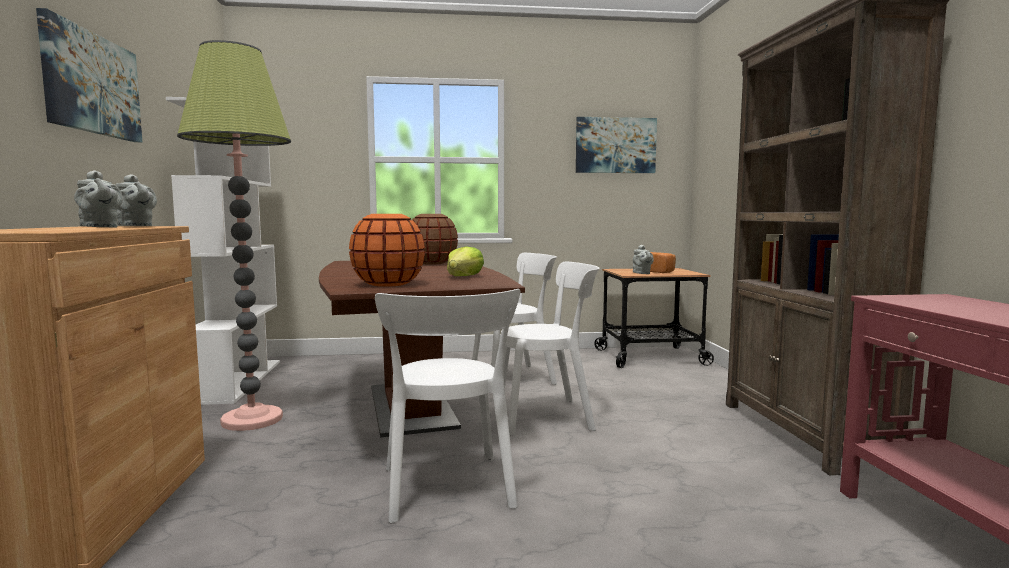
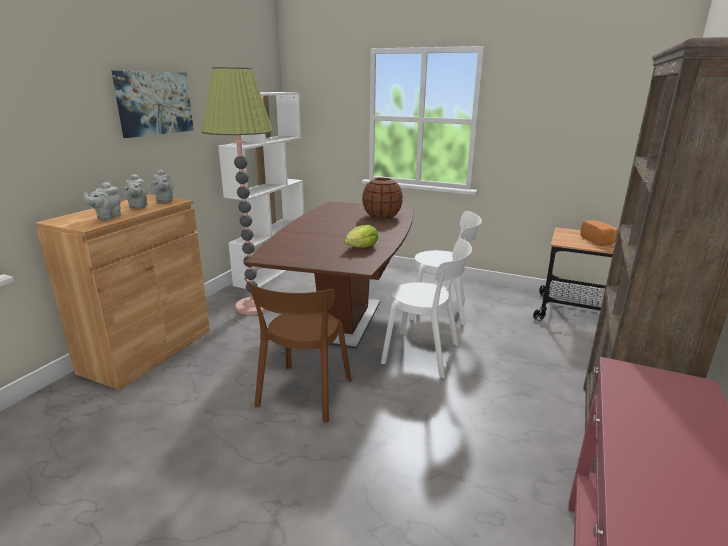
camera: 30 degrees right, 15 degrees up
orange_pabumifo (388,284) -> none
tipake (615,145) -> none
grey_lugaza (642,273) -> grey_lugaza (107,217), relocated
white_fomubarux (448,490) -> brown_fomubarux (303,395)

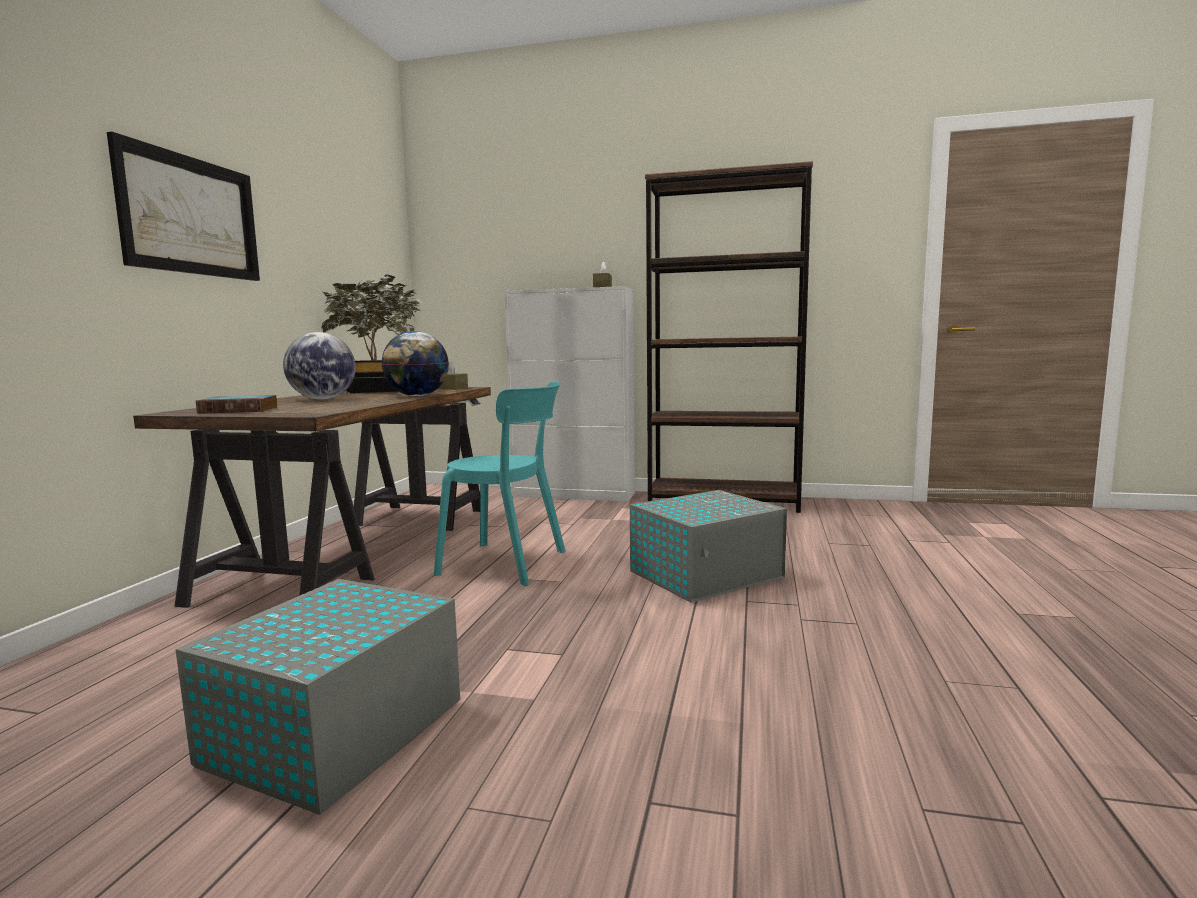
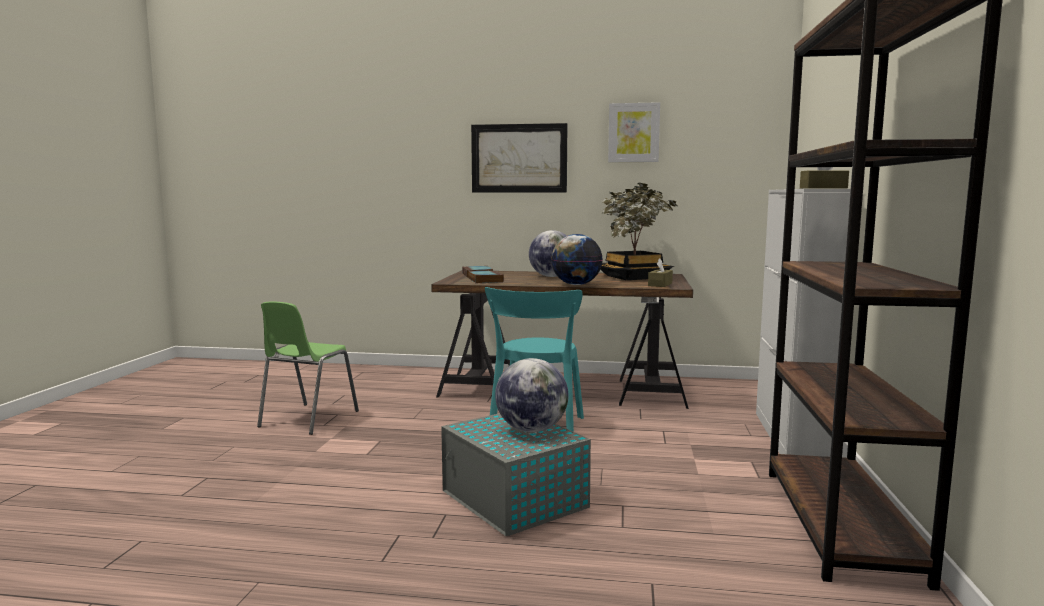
camera: 85 degrees right, 0 degrees up
none -> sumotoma (485,280)
none -> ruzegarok (531,430)
none -> tipake (633,133)
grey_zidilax (332,733) -> green_fomubarux (307,419)

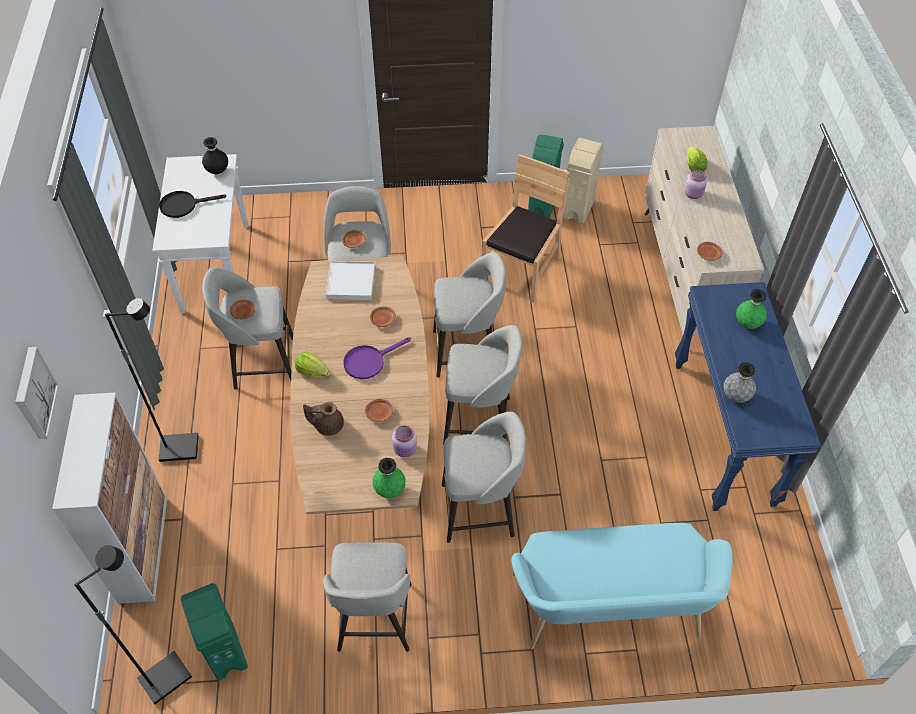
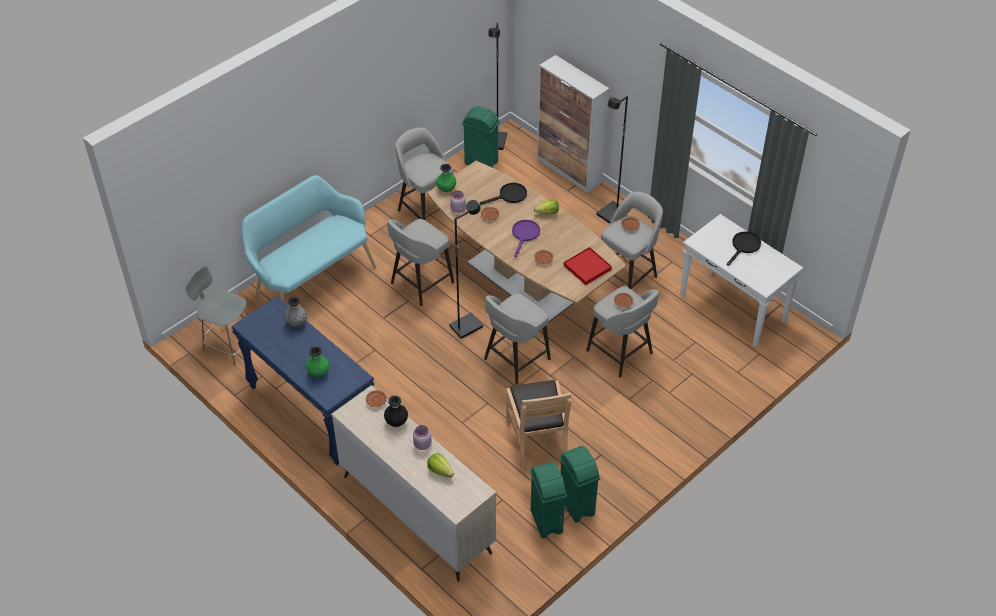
camera: 140 degrees right, 5 degrees down
tipake (33,393) -> none
none -> grey_fomubarux (228,344)
black_pabumifo (218,171) -> black_pabumifo (396,422), relocated
brown_lugaza (327,425) -> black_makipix (509,196)
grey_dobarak (480,421) -> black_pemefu (466,326)
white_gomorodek (350,282) -> red_gomorodek (587,267)
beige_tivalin (578,209) -> green_tivalin (546,522)

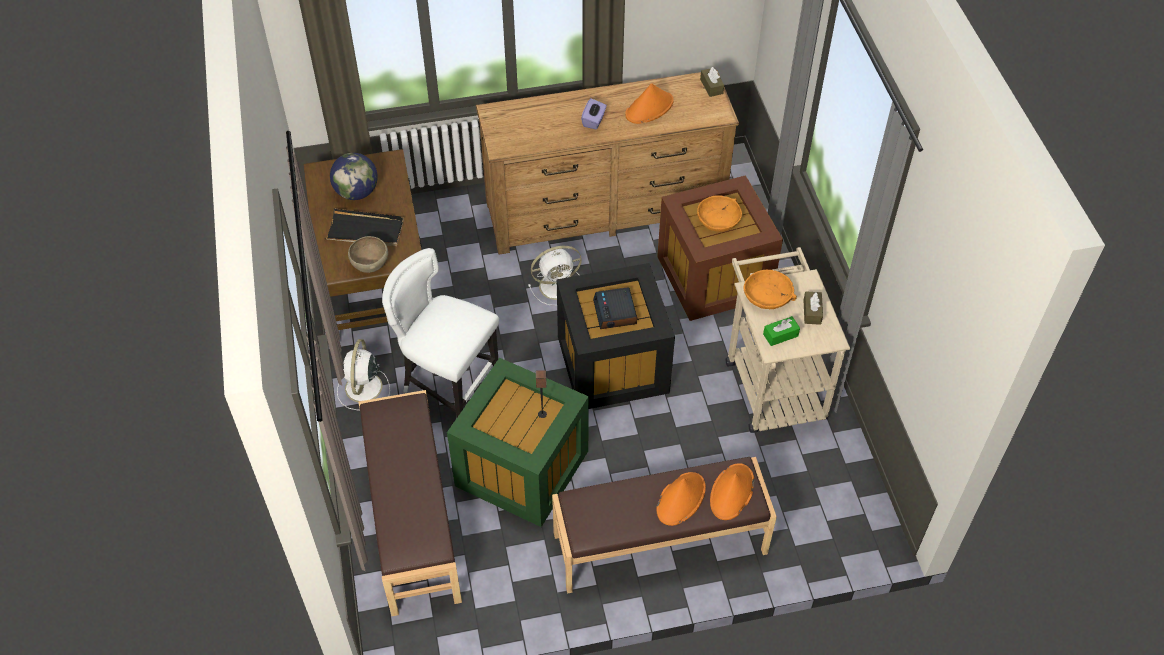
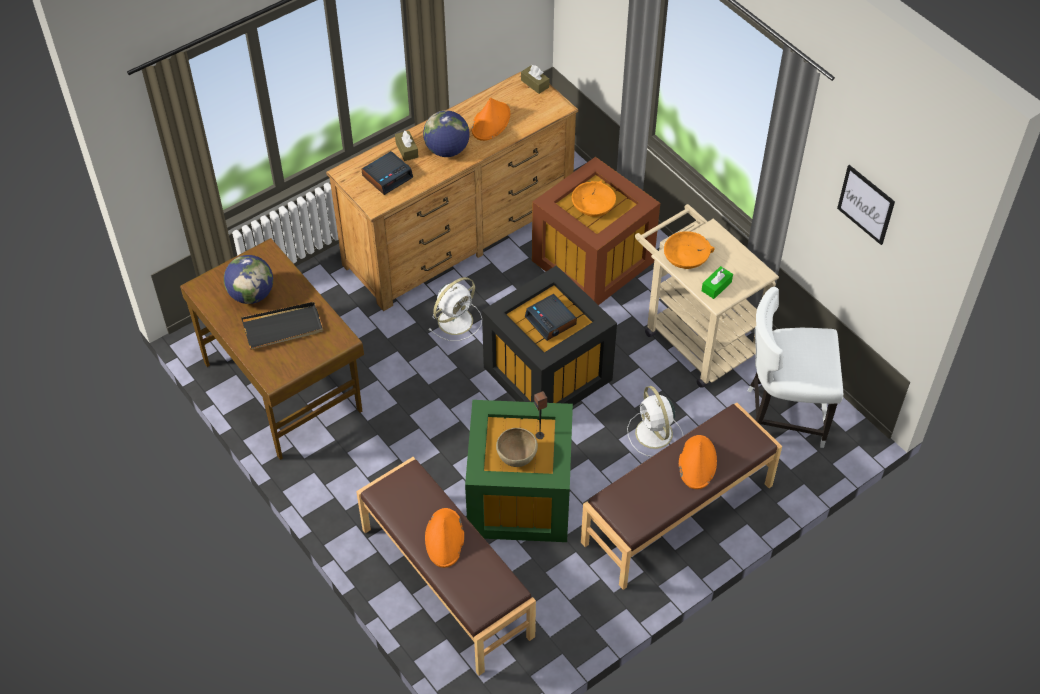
camera: 25 degrees left, 0 degrees up
none -> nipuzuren (387,176)
none -> tipake (866,204)
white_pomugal (363,389) -> white_pomugal (654,434), relocated
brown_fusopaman (370,266) -> brown_fusopaman (516,457), relocated
white_fomubarux (448,383) -> white_fomubarux (783,414), relocated
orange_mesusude (732,492) -> orange_mesusude (444,538), relocated
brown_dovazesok (812,312) -> brown_dovazesok (407,150), relocated
purple_dovazesok (594,121) -> ruzegarok (447,150)

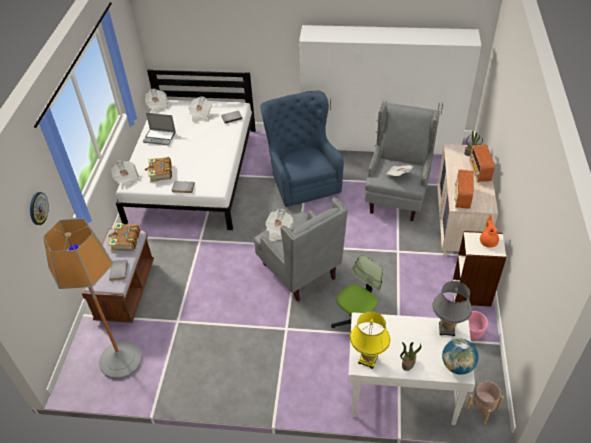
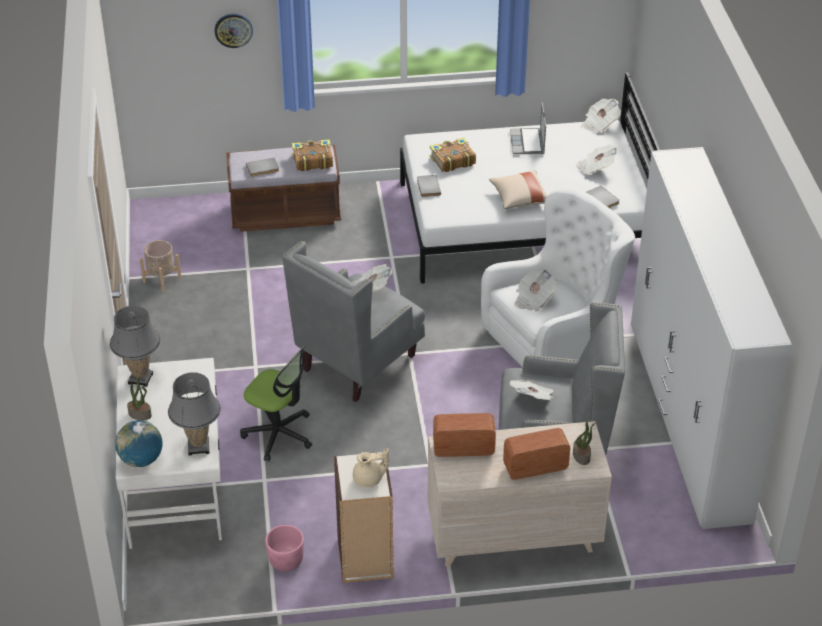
camera: 75 degrees right, 5 degrees down
pemefu (121,360) -> none
none -> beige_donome (519,198)
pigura (127,179) -> pigura (533,299), relocated
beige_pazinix (482,408) -> beige_pazinix (162,280), relocated
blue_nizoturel (302,179) -> white_nizoturel (555,336)
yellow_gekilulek (368,359) -> grey_gekilulek (141,378)
orange_lugaza (488,241) -> beige_lugaza (369,479)

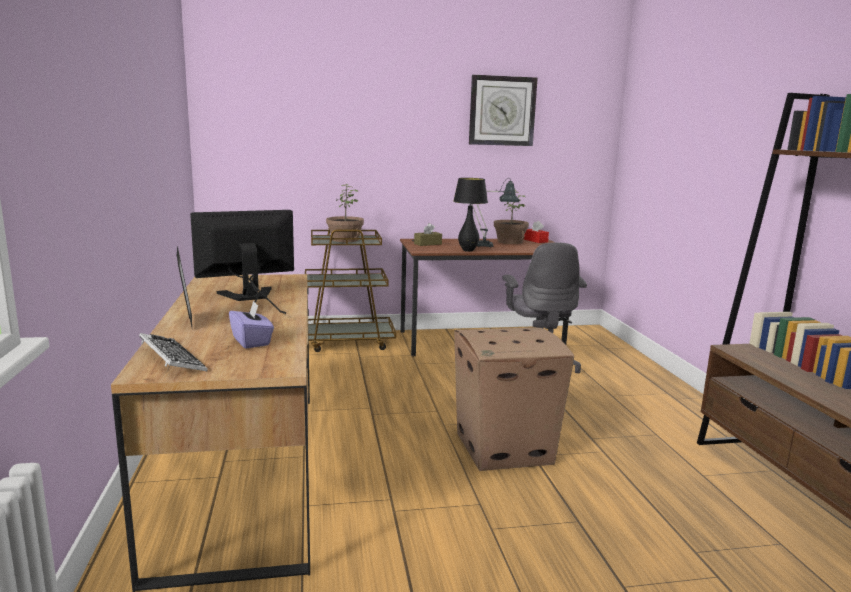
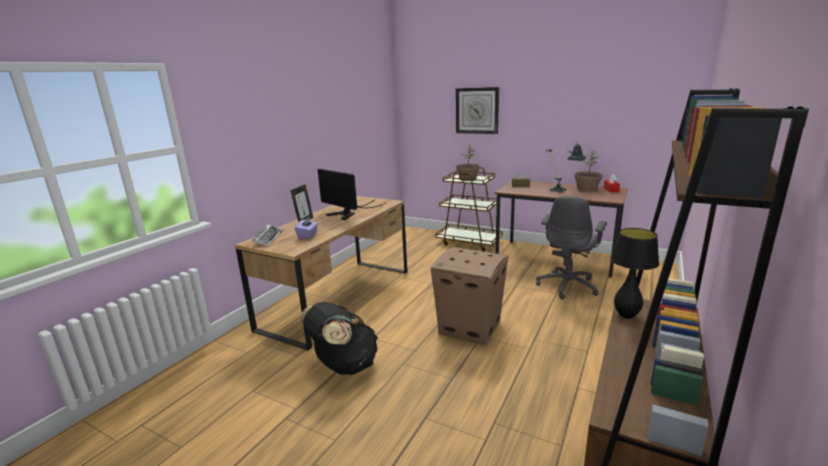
camera: 40 degrees right, 5 degrees up
none -> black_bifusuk (344,366)
black_gekilulek (468,250) -> black_gekilulek (626,315), relocated
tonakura (502,111) -> tonakura (477,110), relocated
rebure (251,299) -> rebure (349,213), 150 degrees counterclockwise

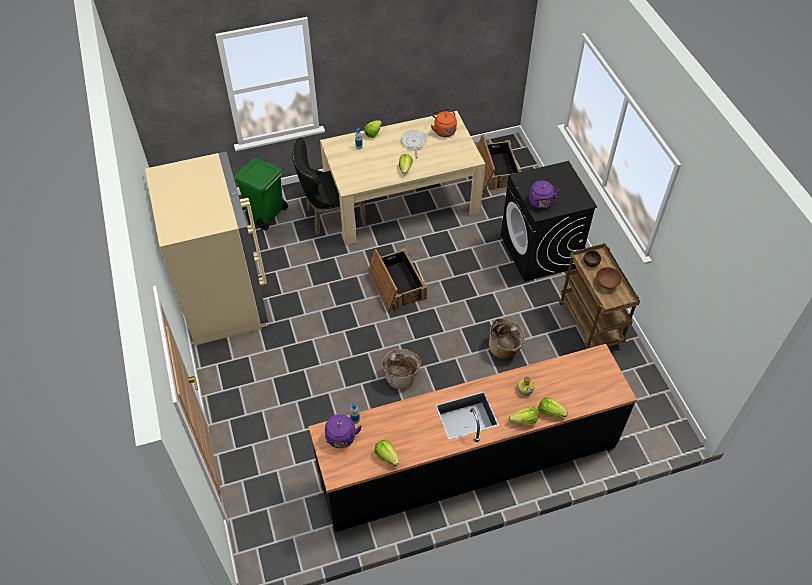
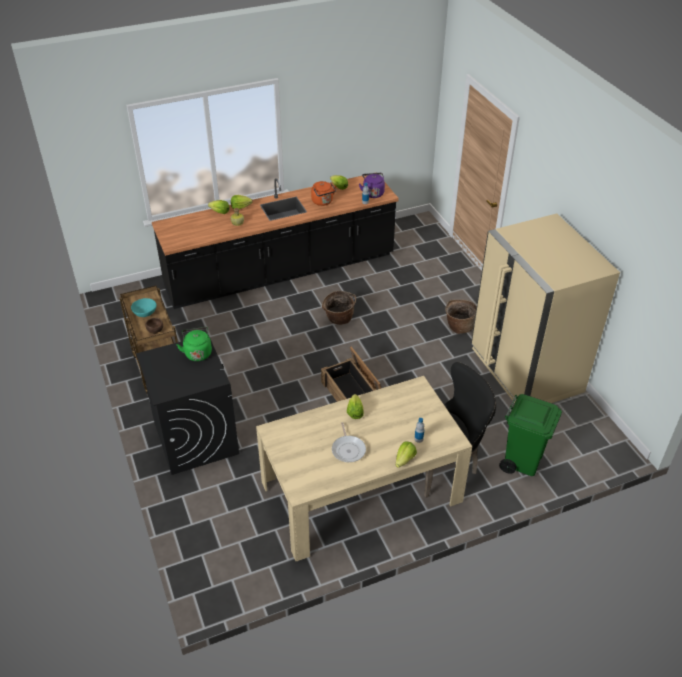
camera: 175 degrees right, 10 degrees down
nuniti (495,171) -> none
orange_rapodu (444,130) -> orange_rapodu (323,202), relocated
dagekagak (504,349) -> dagekagak (459,326), relocated
purple_rapodu (541,203) -> green_rapodu (197,352)
brown_fusopaman (607,283) -> turquoise_fusopaman (144,313)

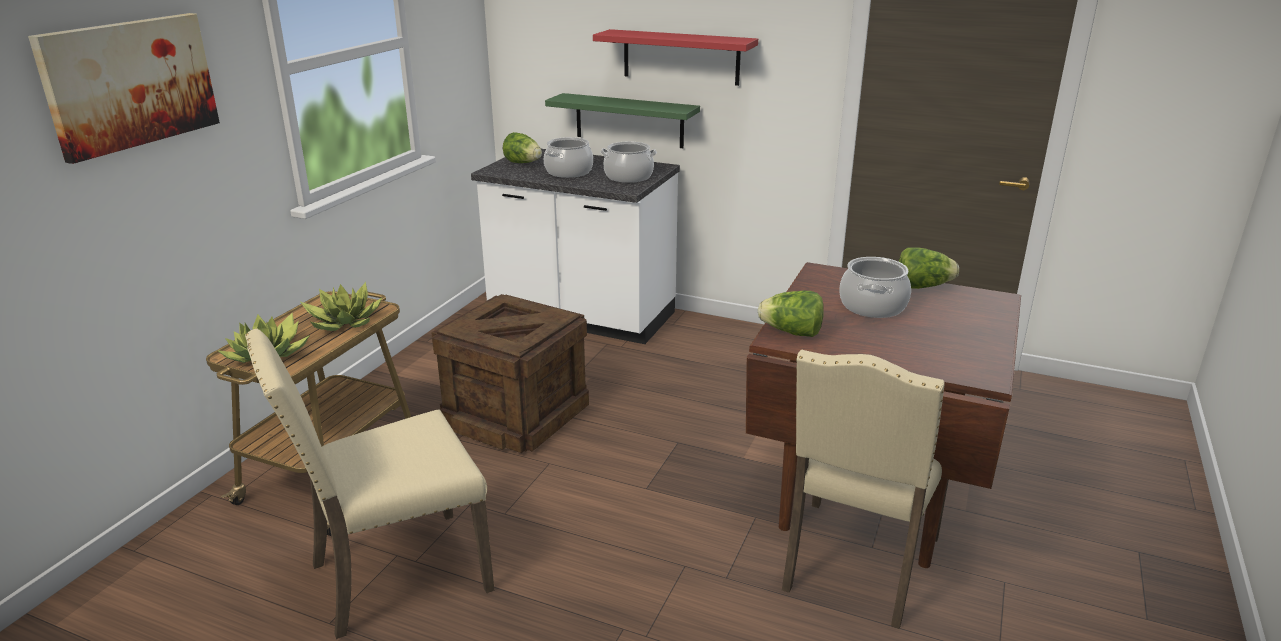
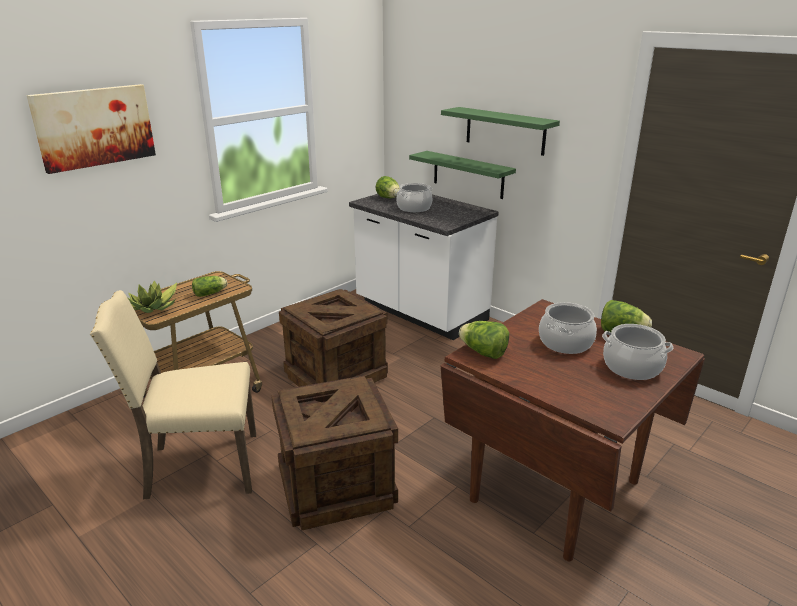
camera: 20 degrees right, 0 degrees up
beige_fomubarux (856,564) -> none
none -> nuniti (336,485)
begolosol (628,177) -> begolosol (632,367), relocated
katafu (342,322) -> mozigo (211,293)
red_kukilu (681,57) -> green_kukilu (505,131)

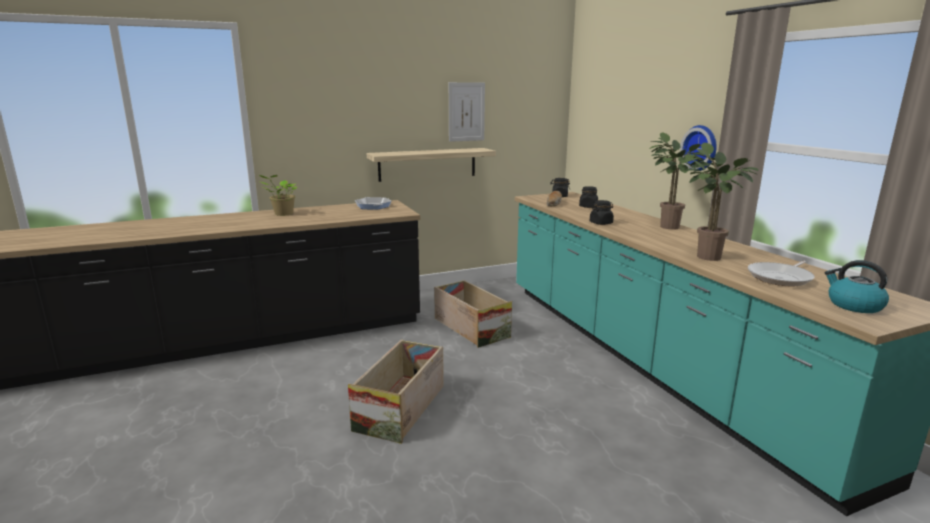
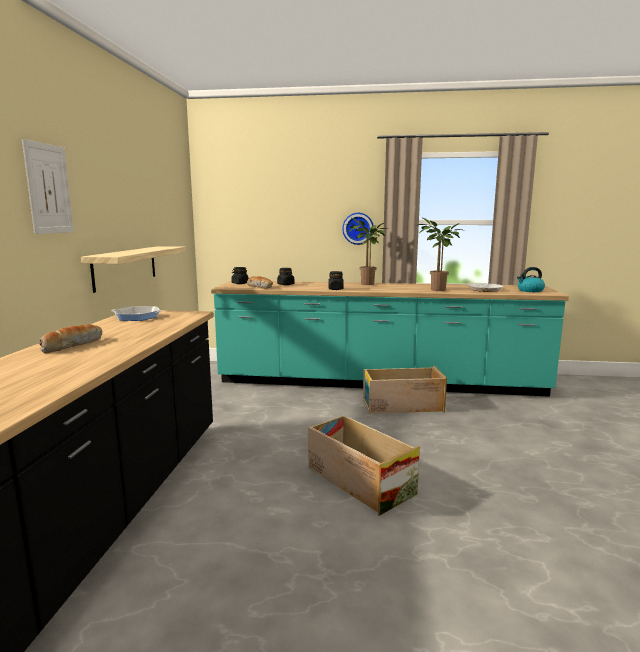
camera: 60 degrees left, 5 degrees down
nuniti (470,327) -> nuniti (401,406), relocated
tipake (466,112) -> tipake (48,189), relocated
katafu (282,214) -> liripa (72,345)

